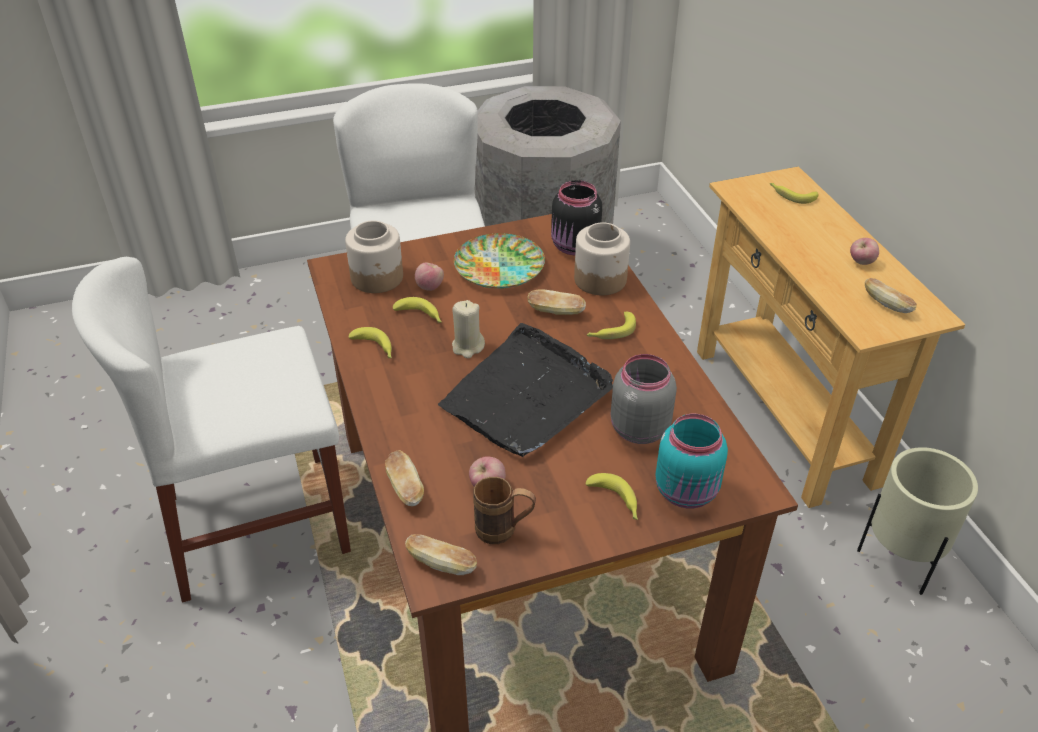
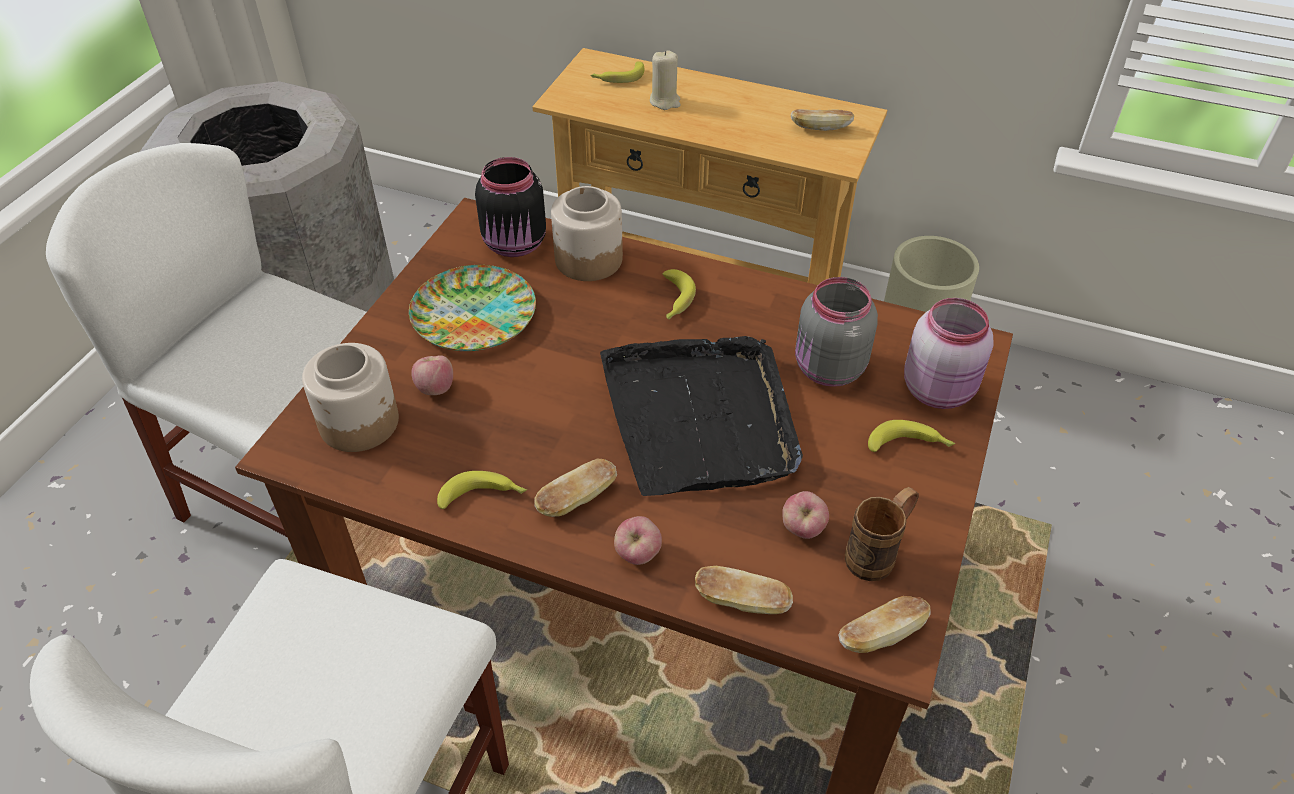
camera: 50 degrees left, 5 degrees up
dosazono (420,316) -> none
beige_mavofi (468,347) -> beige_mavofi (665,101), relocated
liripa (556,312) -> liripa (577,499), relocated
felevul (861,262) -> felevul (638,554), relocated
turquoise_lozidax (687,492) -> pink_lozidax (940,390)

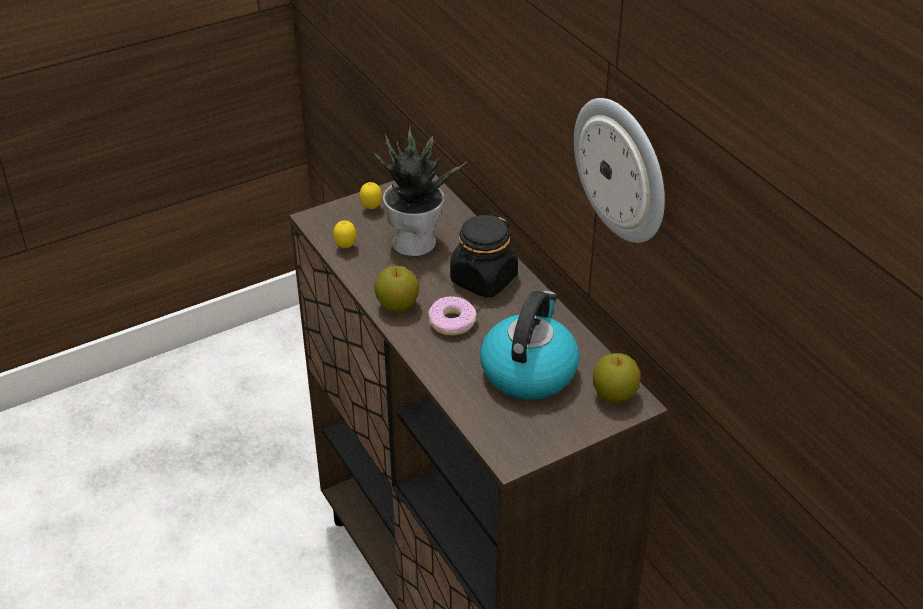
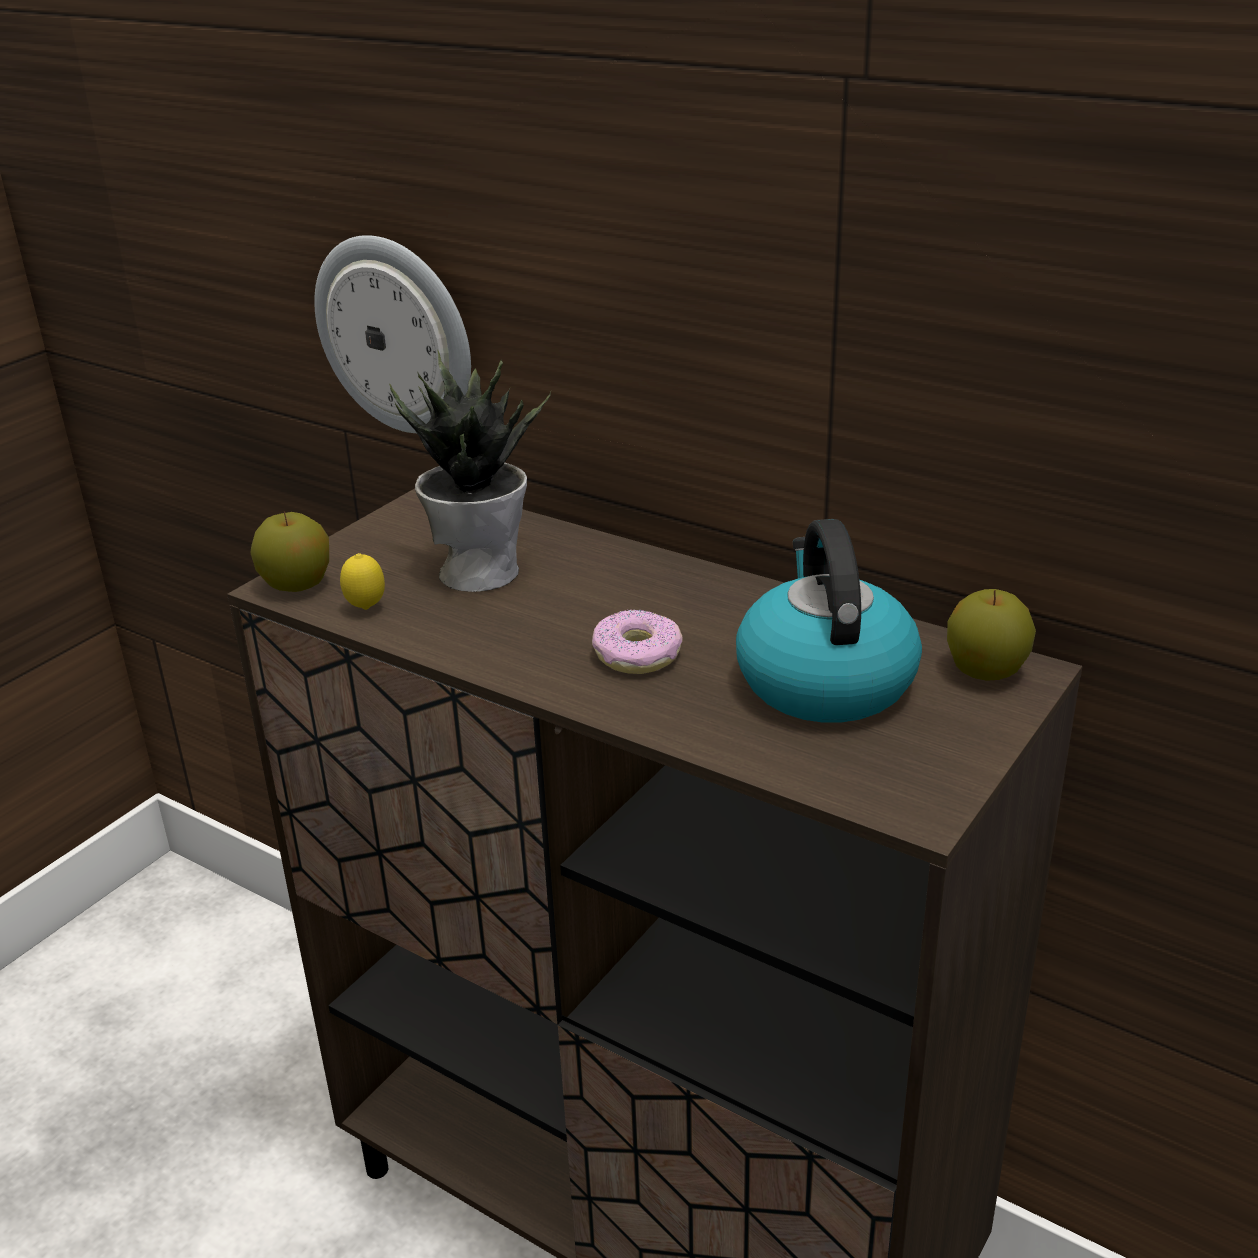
camera: 25 degrees left, 10 degrees down
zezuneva (371,209) -> none
black_lozidax (483,280) -> none
felevul (397,306) -> felevul (297,585), relocated
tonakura (622,169) -> tonakura (396,335), relocated

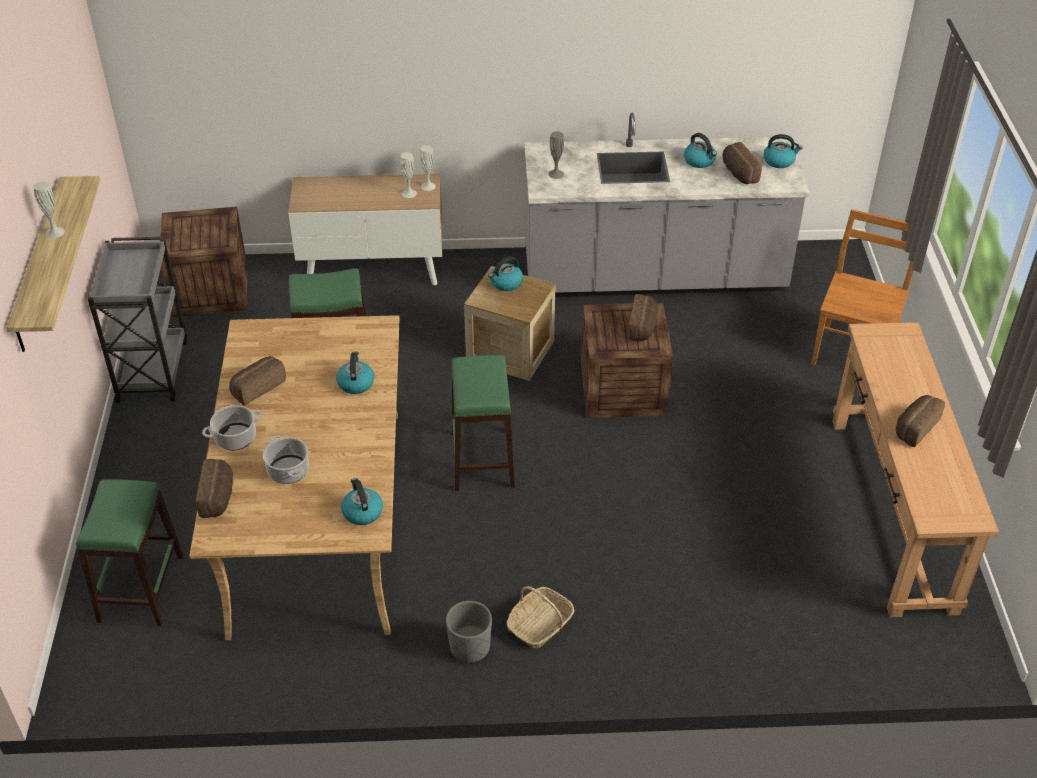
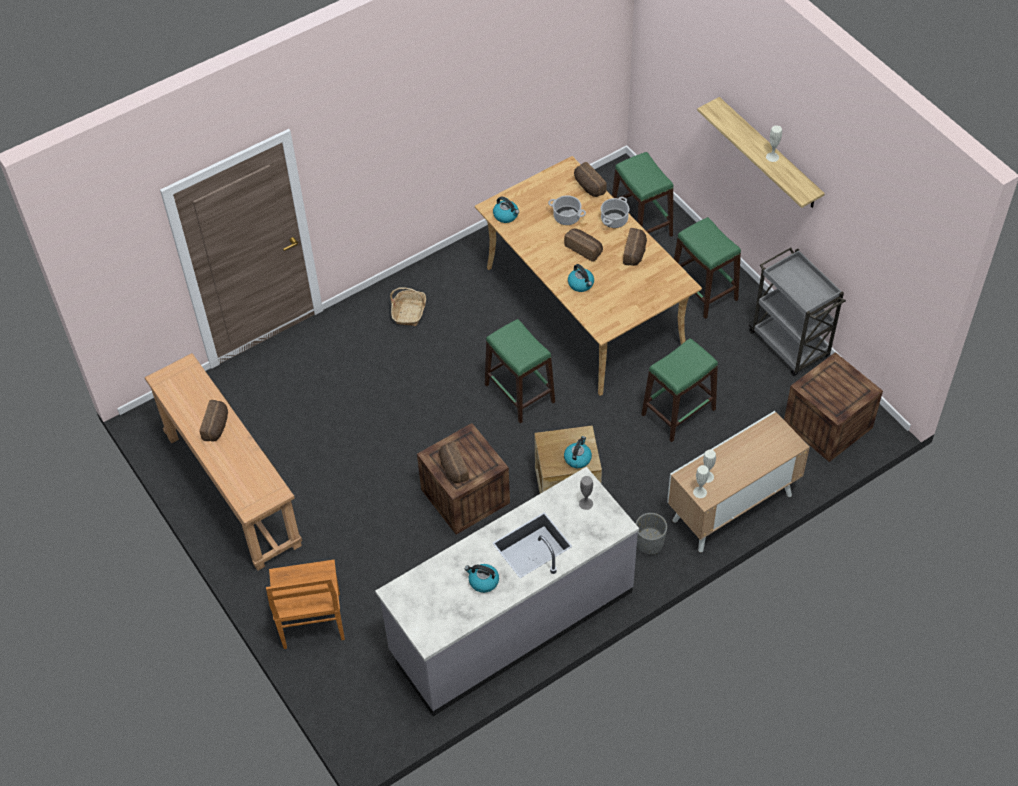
camera: 150 degrees right, 10 degrees up
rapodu (779,161) -> none
none -> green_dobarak (703,290)
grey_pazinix (470,647) -> grey_pazinix (649,543), relocated
liripa (738,173) -> liripa (584,249), relocated

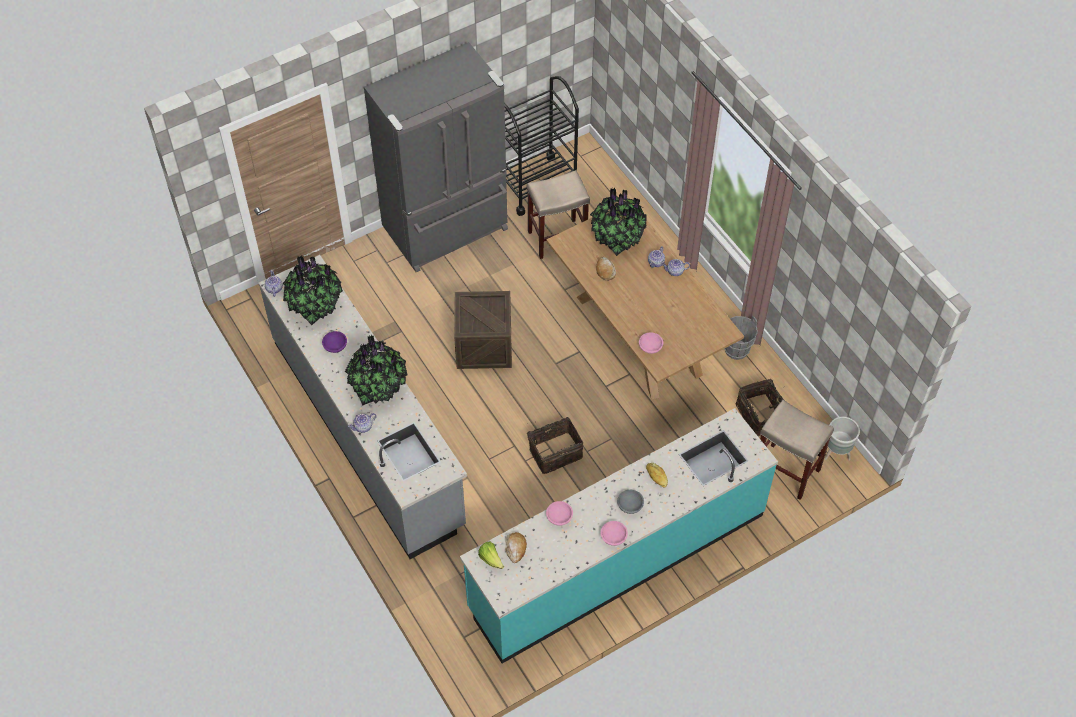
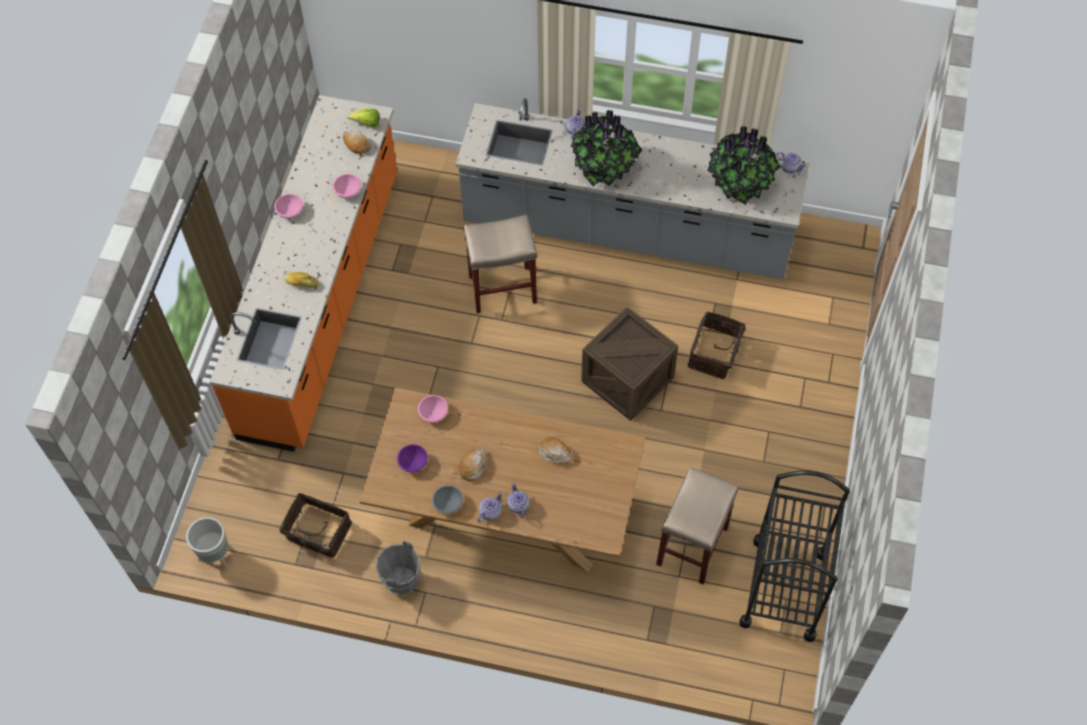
camera: 135 degrees right, 5 degrees up
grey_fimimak (447,230) -> none
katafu (617,237) -> none
none -> liripa (473,466)
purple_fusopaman (335,346) -> purple_fusopaman (412,462), relocated
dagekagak (554,452) -> dagekagak (715,354), relocated
grey_fusopaman (629,505) -> grey_fusopaman (448,503), relocated
beige_dobarak (785,471) -> beige_dobarak (503,288), relocated
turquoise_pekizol (617,560) -> orange_pekizol (323,303)

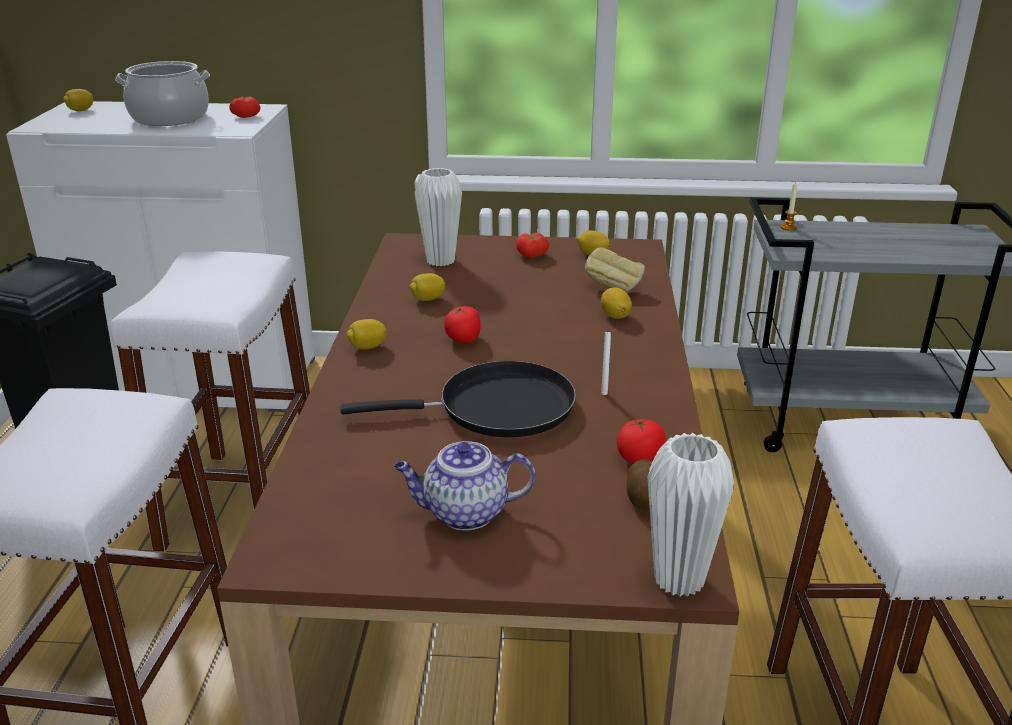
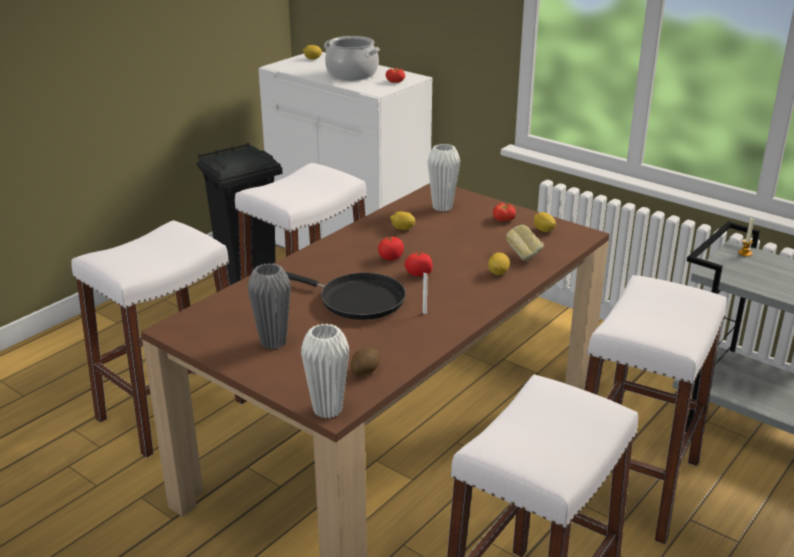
camera: 35 degrees right, 0 degrees up
zezuneva (367,347) -> none
none -> white_dobarak (634,485)
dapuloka (639,459) -> dapuloka (419,274), relocated
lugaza (464,513) -> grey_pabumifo (273,342)

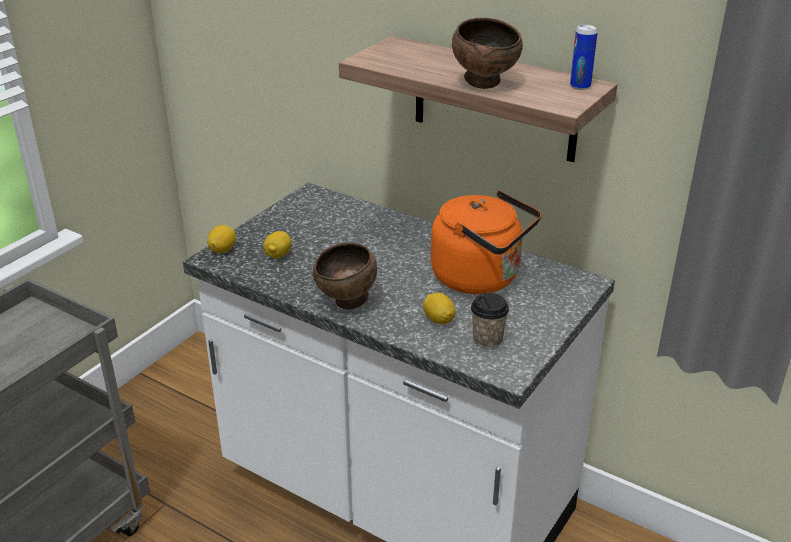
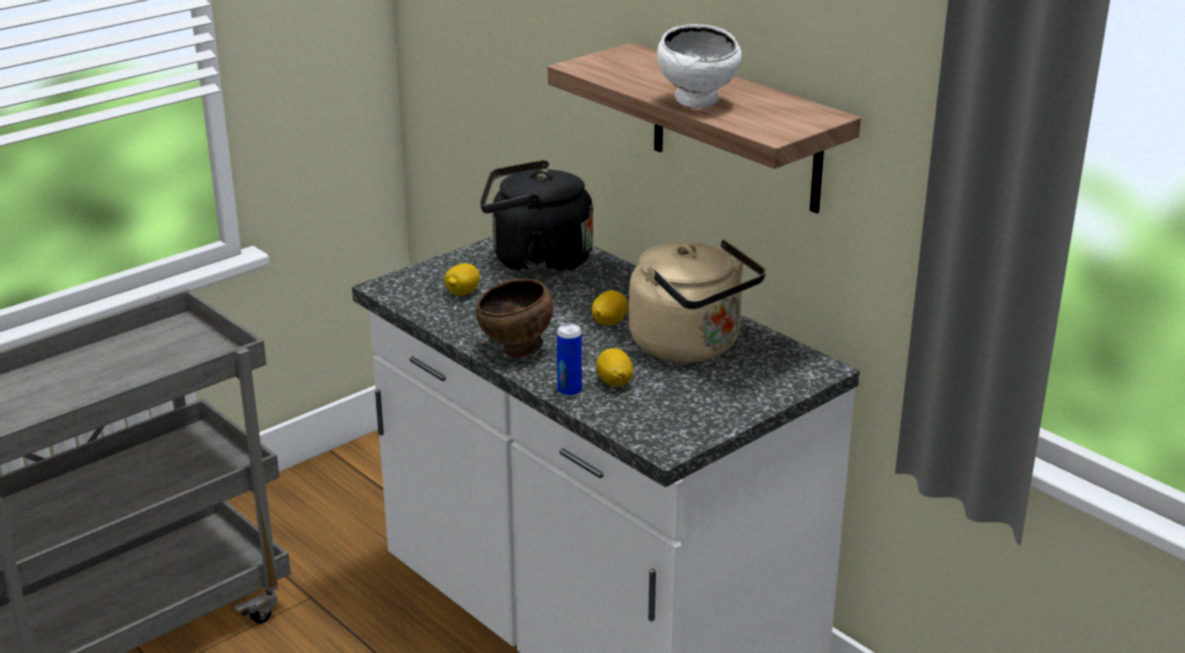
camera: 15 degrees right, 5 degrees down
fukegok (487,340) -> none
none -> black_rapodu (535,262)
zezuneva (222,250) -> zezuneva (609,322), relocated
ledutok (580,86) -> ledutok (569,391), relocated
orange_rapodu (481,278) -> beige_rapodu (691,347)
brown_fusopaman (485,84) -> white_fusopaman (699,103)

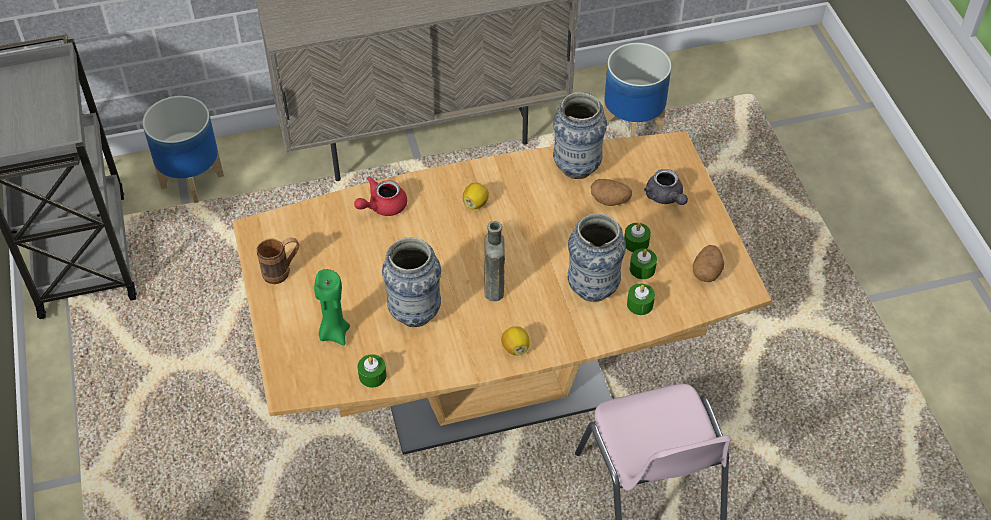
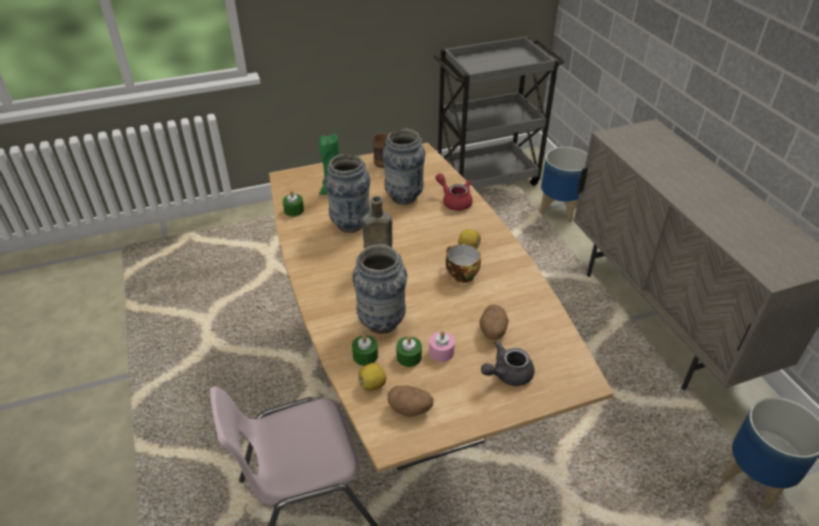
camera: 85 degrees right, 10 degrees down
none -> fukegok (460,274)
zezuneva (515,347) -> zezuneva (373,384), relocated
pabumifo (576,168) -> pabumifo (404,197), relocated
green_mavofi (636,243) -> pink_mavofi (441,352)

